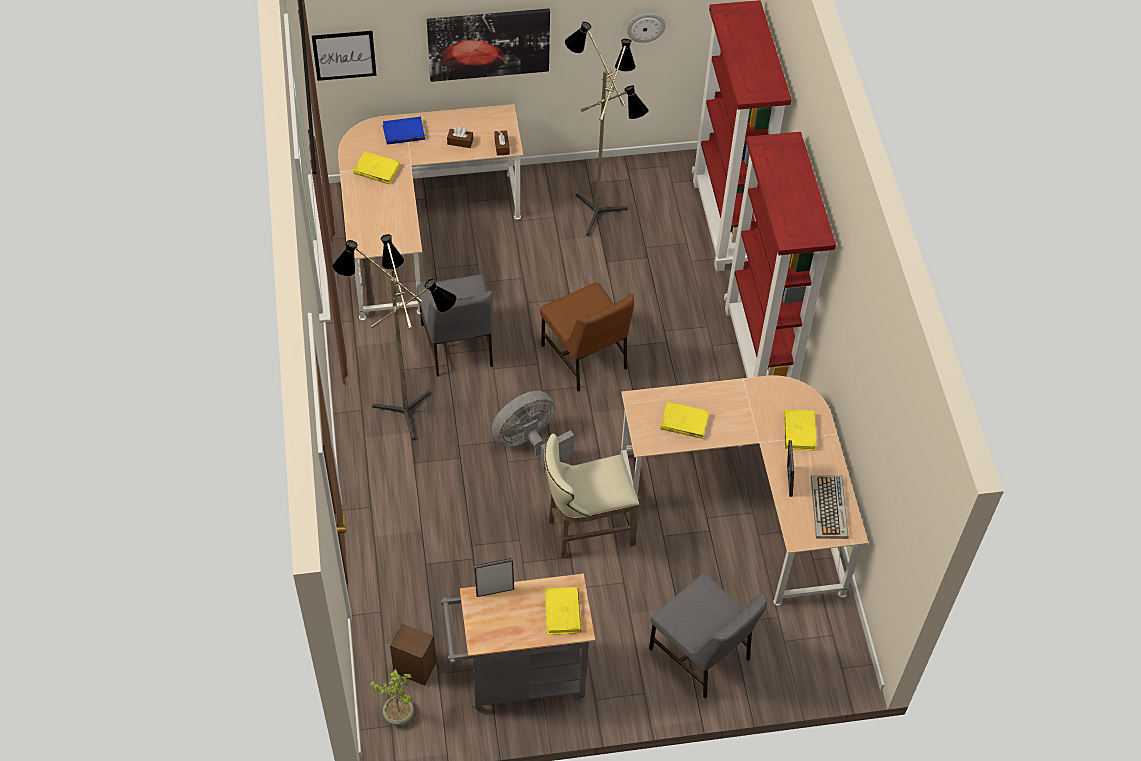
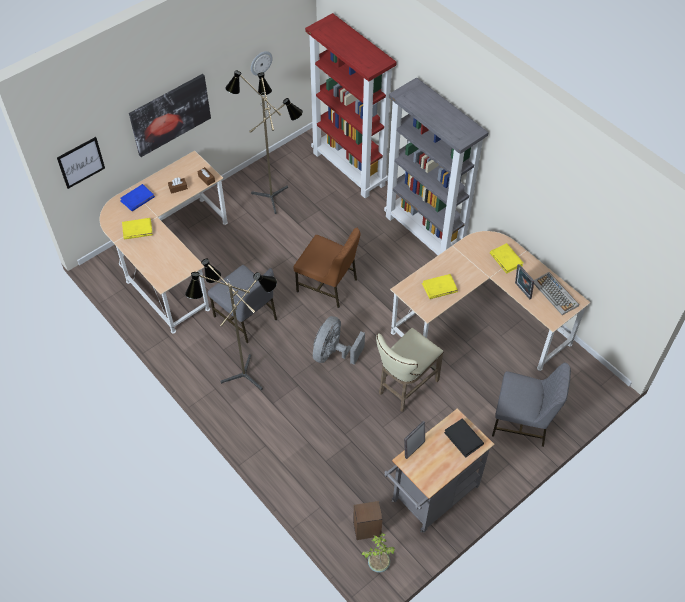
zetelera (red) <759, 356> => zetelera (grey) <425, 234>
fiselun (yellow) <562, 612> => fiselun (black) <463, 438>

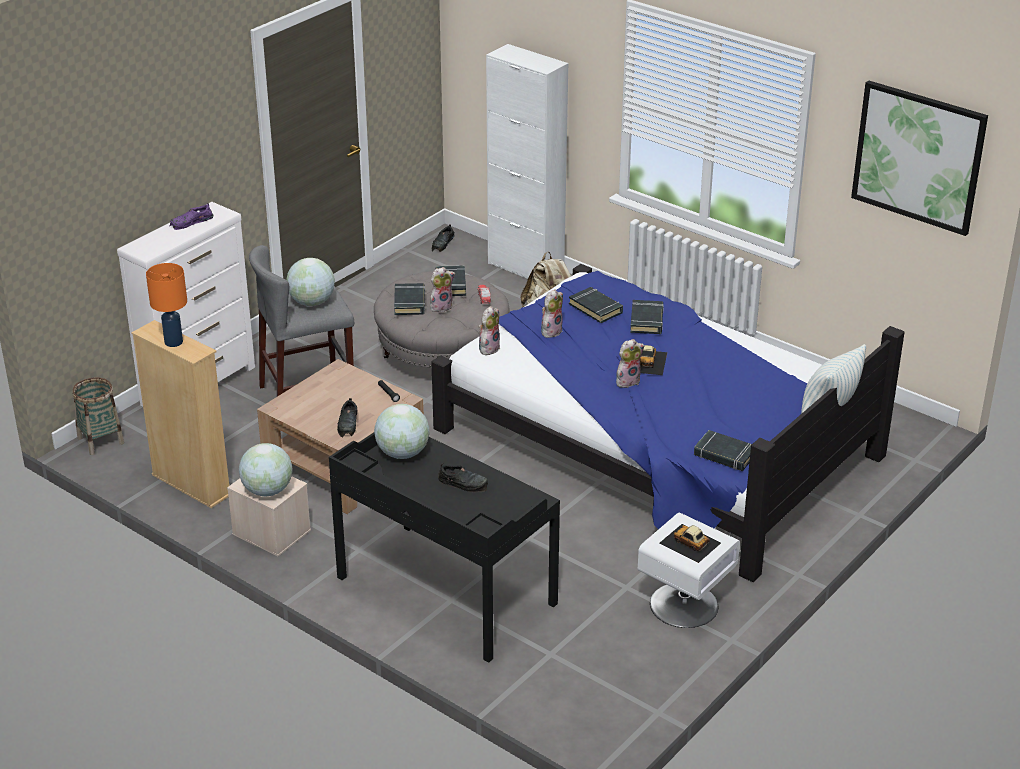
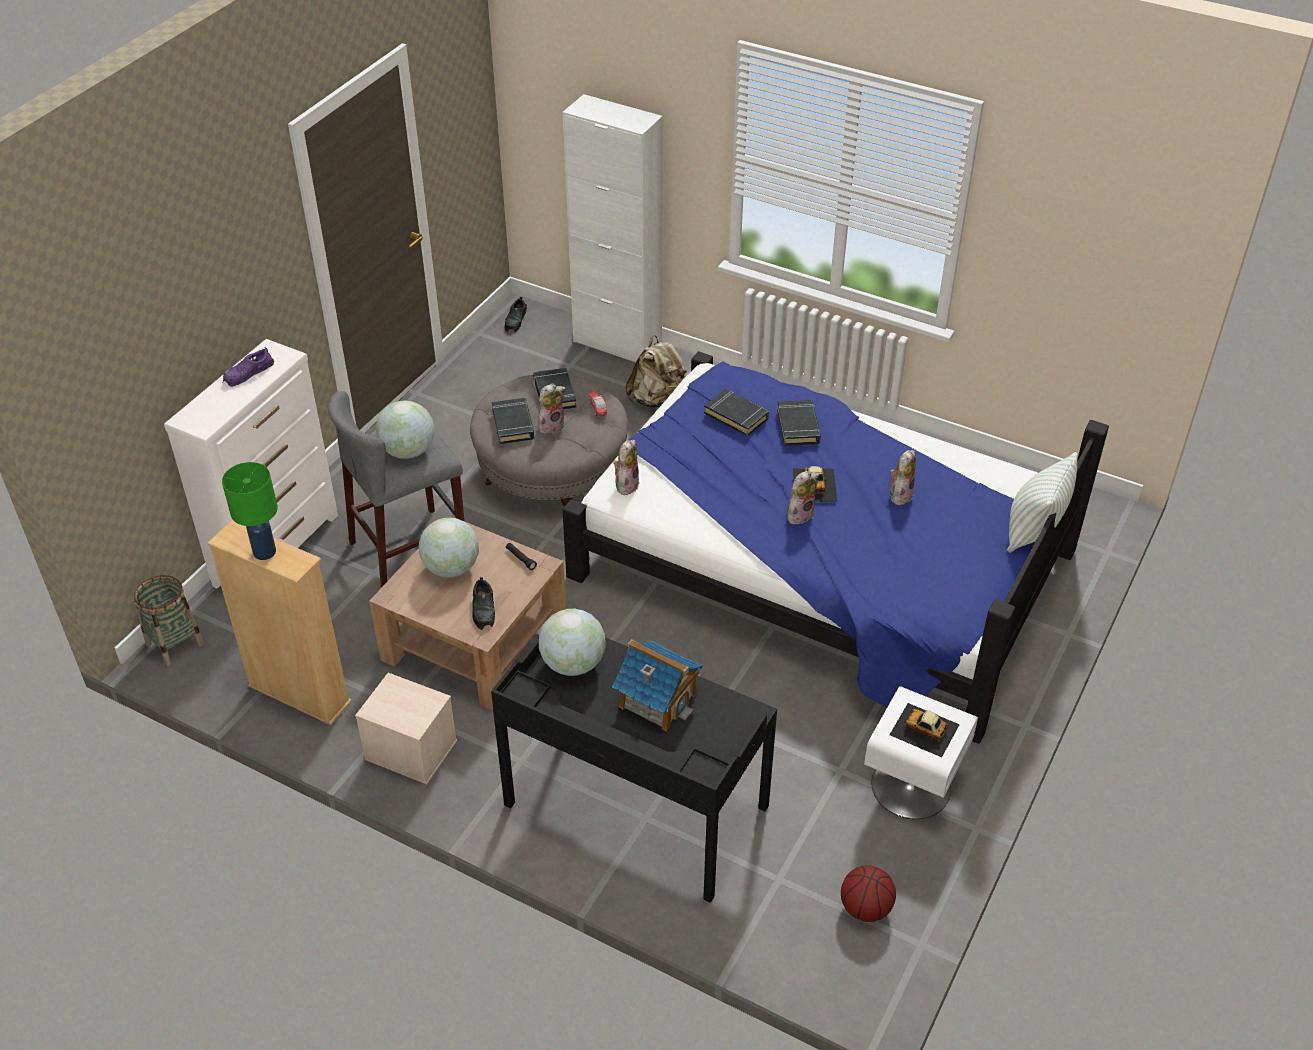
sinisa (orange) <173, 342> => sinisa (green) <264, 551>
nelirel <267, 490> => nelirel <451, 568>, moved
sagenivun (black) <463, 483> => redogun <657, 699>
nothing => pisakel <865, 908>
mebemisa <551, 331> => mebemisa <900, 494>, moved
fiselun (black) <724, 455> => nothing
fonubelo <918, 157> => nothing

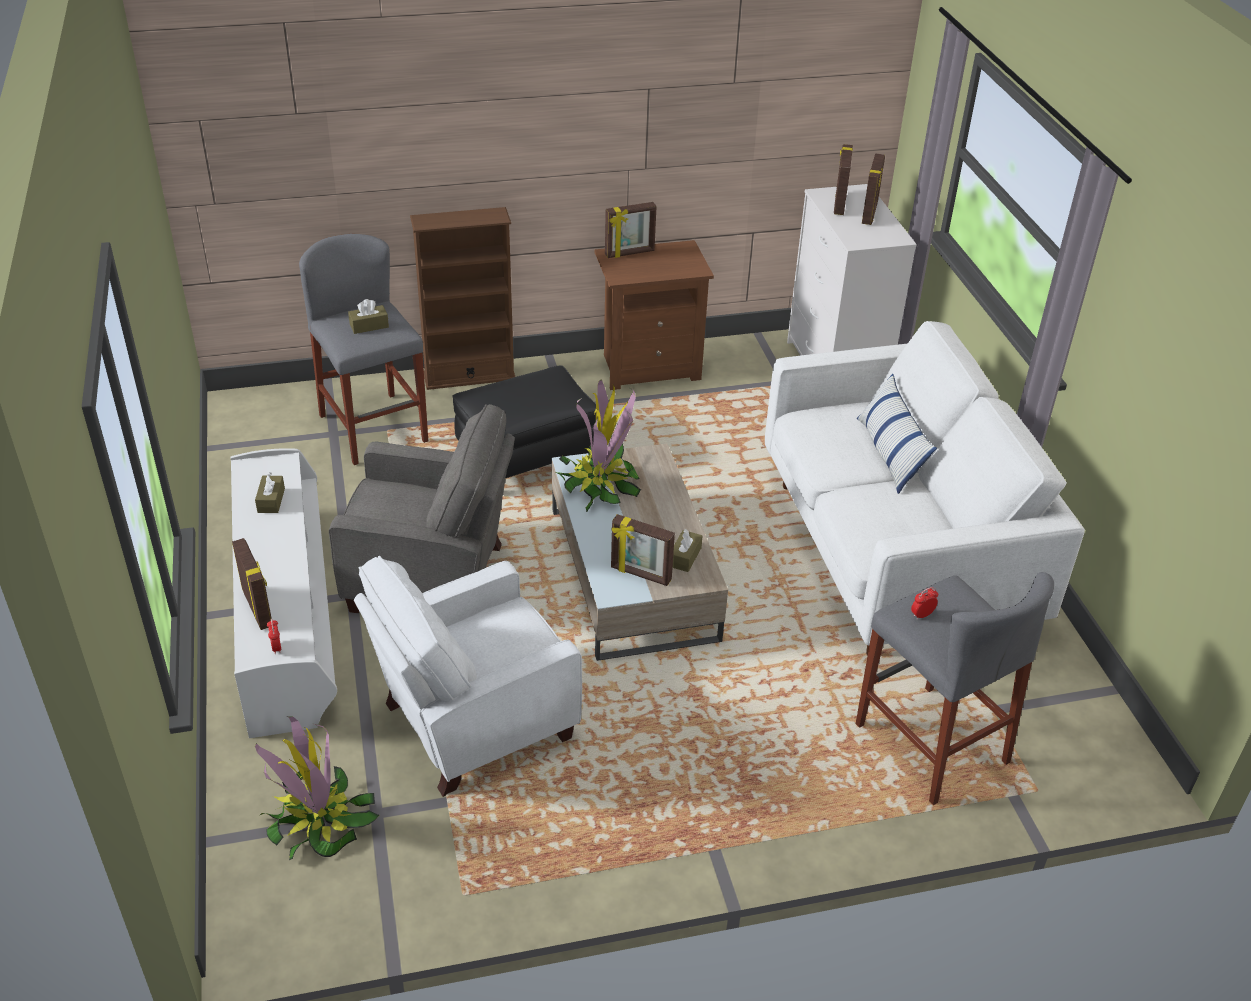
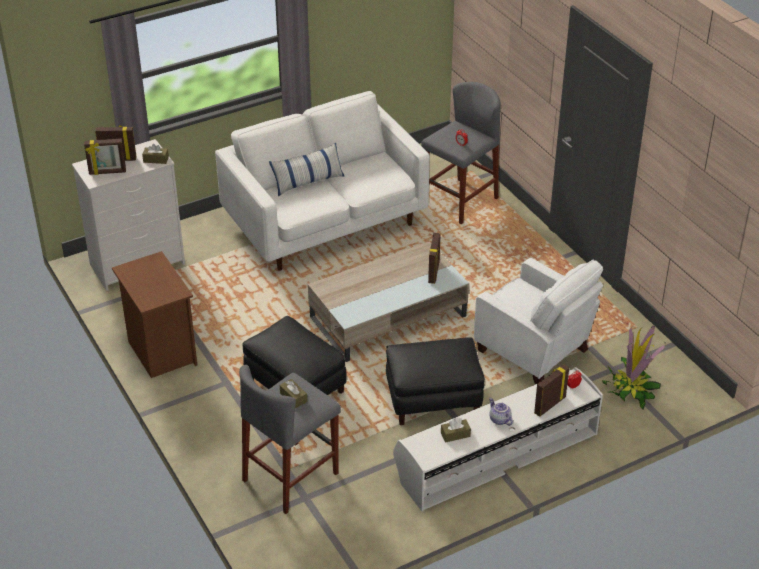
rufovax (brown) <685, 557> => rufovax (brown) <156, 159>, moved
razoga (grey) <431, 578> => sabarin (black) <434, 399>
nothing => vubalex <499, 420>
zetelera (brown) <469, 376> => nothing
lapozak <599, 484> => nothing
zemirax <630, 253> => nothing

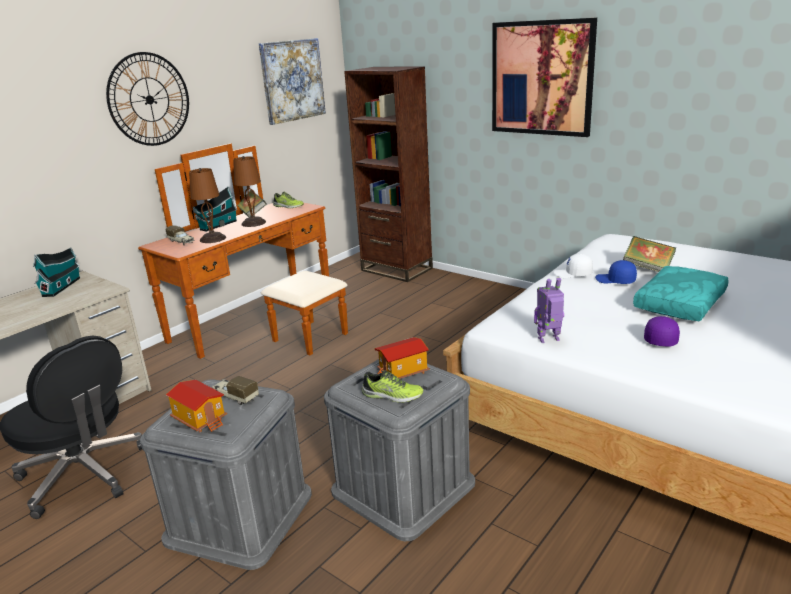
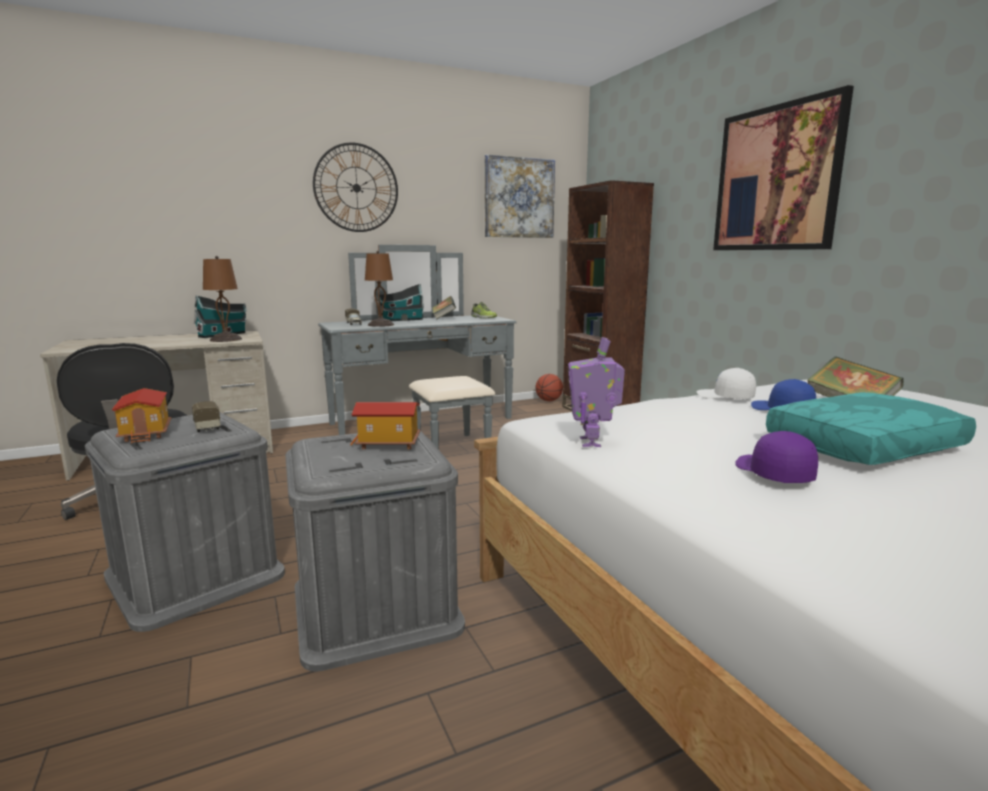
sinisa (brown) <253, 223> => sinisa (brown) <225, 339>, moved
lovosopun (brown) <266, 321> => lovosopun (grey) <429, 426>
nothing => pisakel <548, 400>
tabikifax <549, 339> => tabikifax <592, 442>, 105 degrees counterclockwise
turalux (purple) <660, 338> => turalux (purple) <772, 473>, 60 degrees counterclockwise
sagenivun <392, 395> => nothing

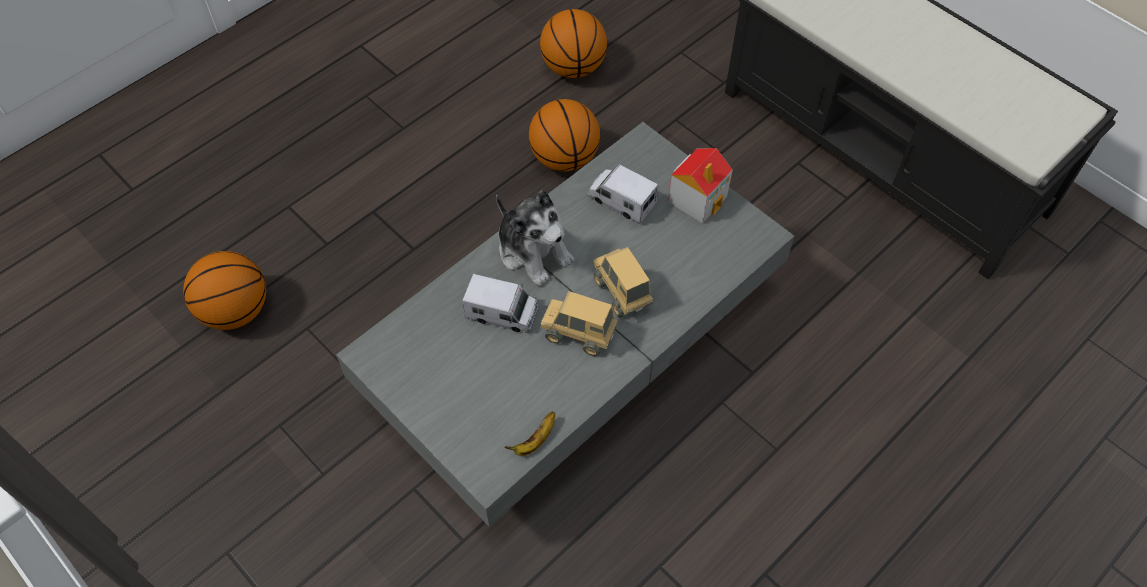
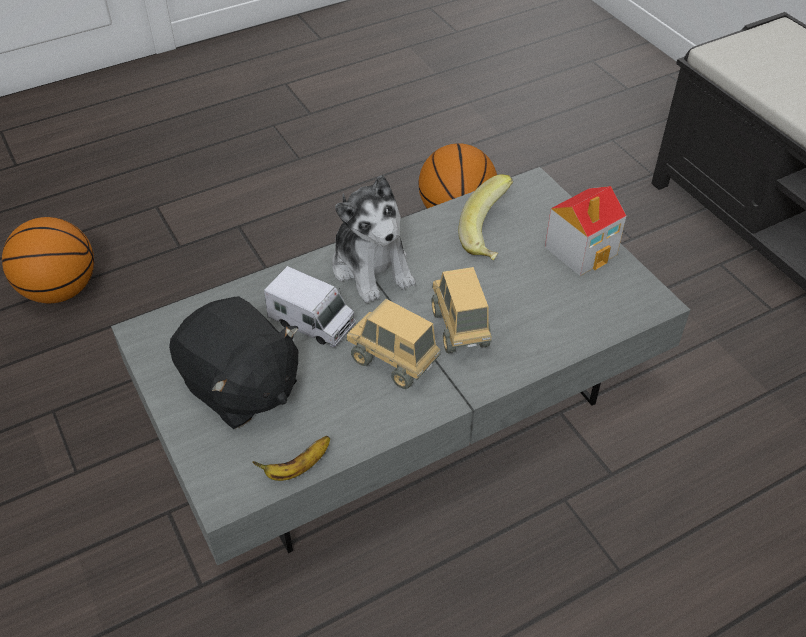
nothing => mebemisa (black) <240, 388>
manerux <622, 201> => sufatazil <491, 237>
pisakel <573, 67> => nothing

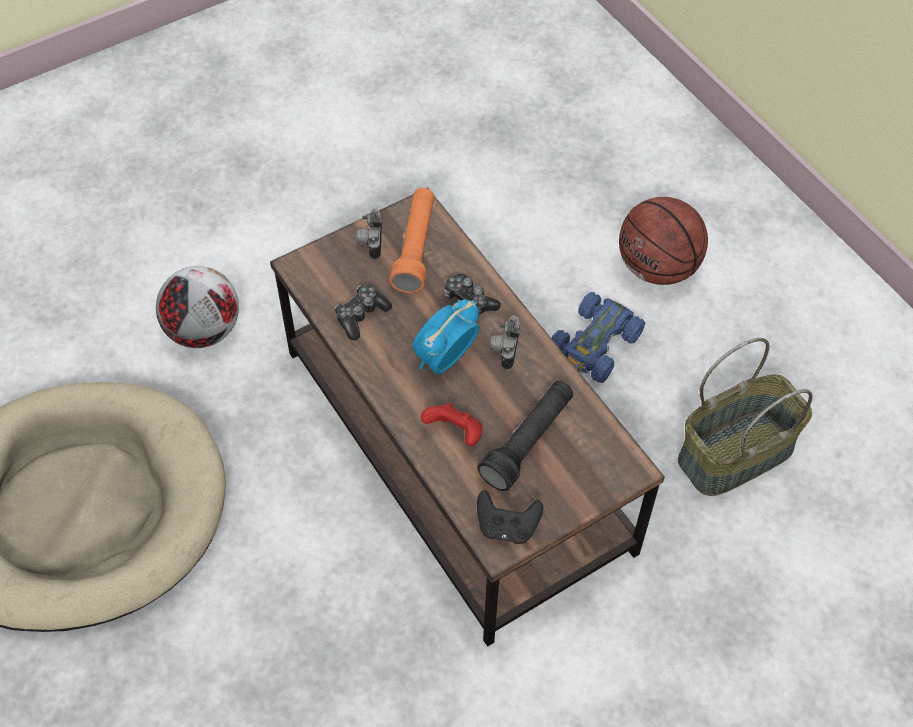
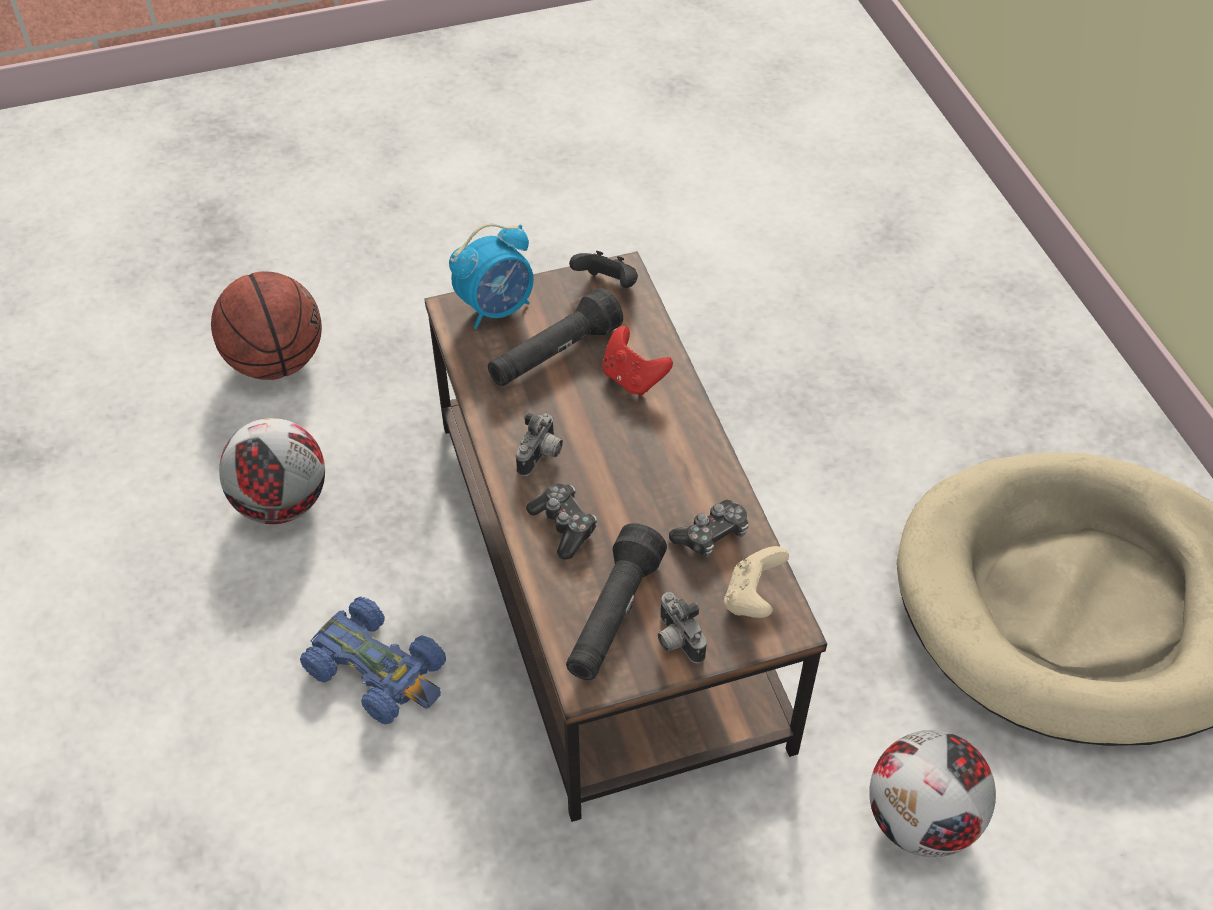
pisakel <657, 268> => pisakel <276, 361>, moved
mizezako <735, 452> => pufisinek <280, 503>
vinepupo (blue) <594, 346> => vinepupo (blue) <378, 669>, 75 degrees clockwise
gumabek <444, 359> => gumabek <497, 308>, moved
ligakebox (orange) <415, 248> => ligakebox (black) <613, 616>
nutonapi <370, 242> => nutonapi <675, 640>, 135 degrees clockwise
nothing => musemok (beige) <752, 598>

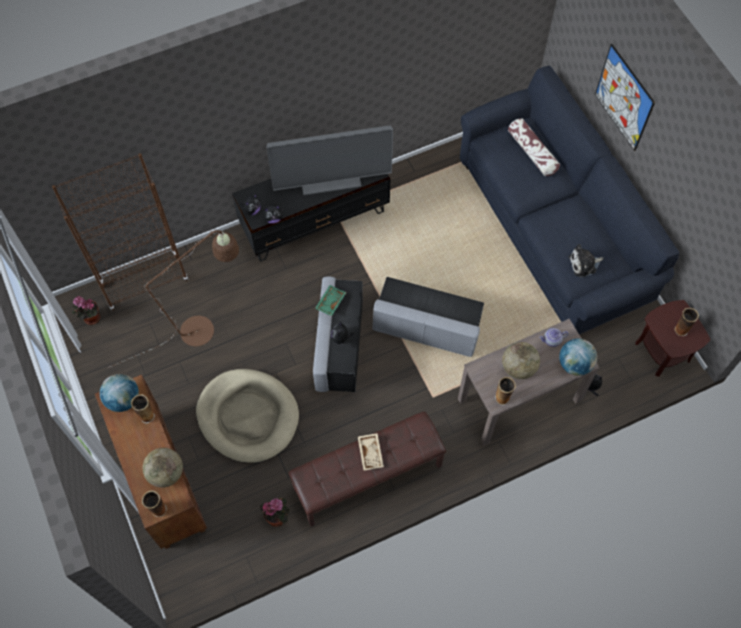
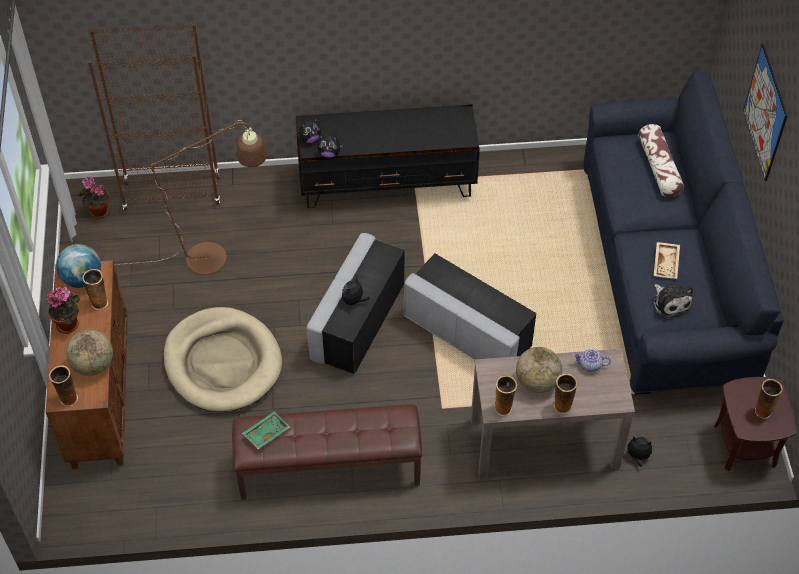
lapozak <278, 516> => lapozak <69, 324>, moved
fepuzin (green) <330, 302> => fepuzin (green) <266, 432>, moved
nothing => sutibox <562, 407>
mebemisa <584, 264> => mebemisa <670, 302>, 120 degrees counterclockwise
fepuzin (beige) <371, 453> => fepuzin (beige) <666, 264>, moved
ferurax <331, 179> => nothing
nelirel <574, 364> => nothing

